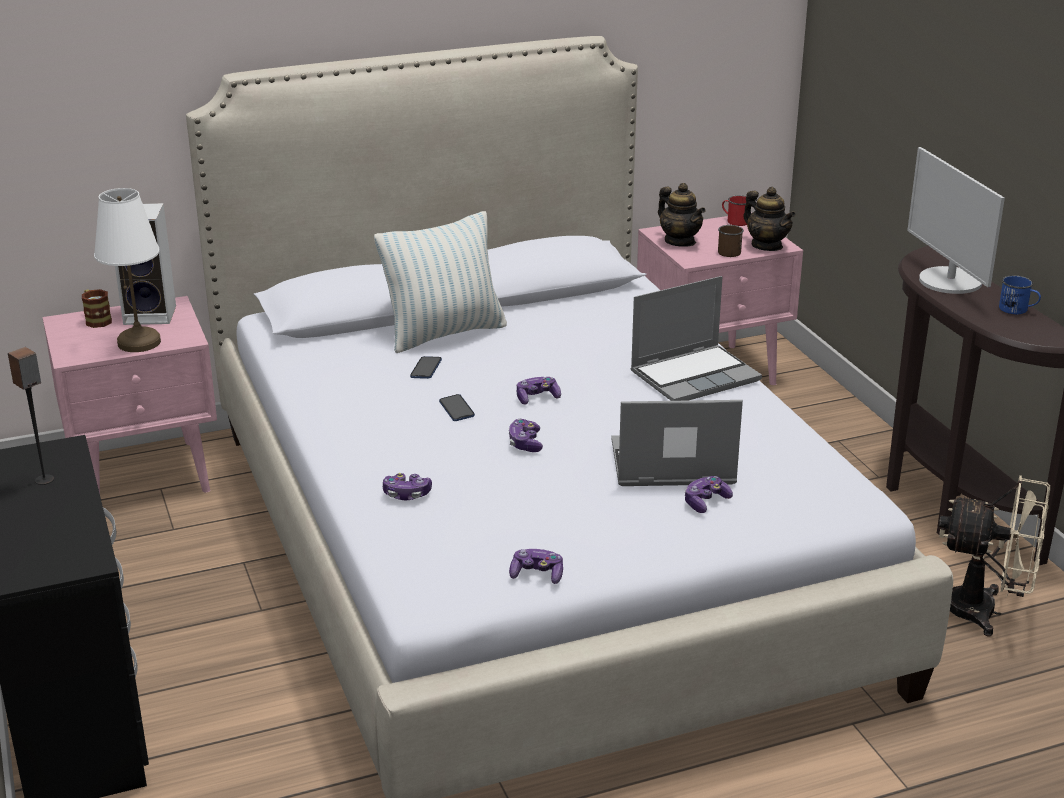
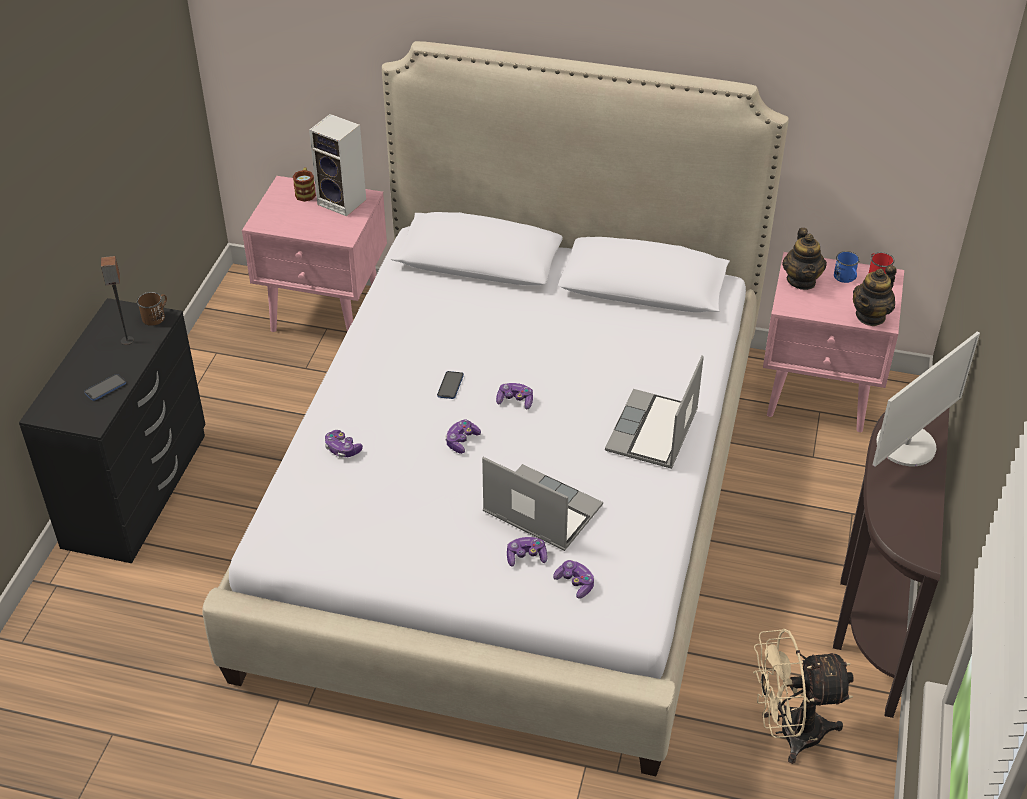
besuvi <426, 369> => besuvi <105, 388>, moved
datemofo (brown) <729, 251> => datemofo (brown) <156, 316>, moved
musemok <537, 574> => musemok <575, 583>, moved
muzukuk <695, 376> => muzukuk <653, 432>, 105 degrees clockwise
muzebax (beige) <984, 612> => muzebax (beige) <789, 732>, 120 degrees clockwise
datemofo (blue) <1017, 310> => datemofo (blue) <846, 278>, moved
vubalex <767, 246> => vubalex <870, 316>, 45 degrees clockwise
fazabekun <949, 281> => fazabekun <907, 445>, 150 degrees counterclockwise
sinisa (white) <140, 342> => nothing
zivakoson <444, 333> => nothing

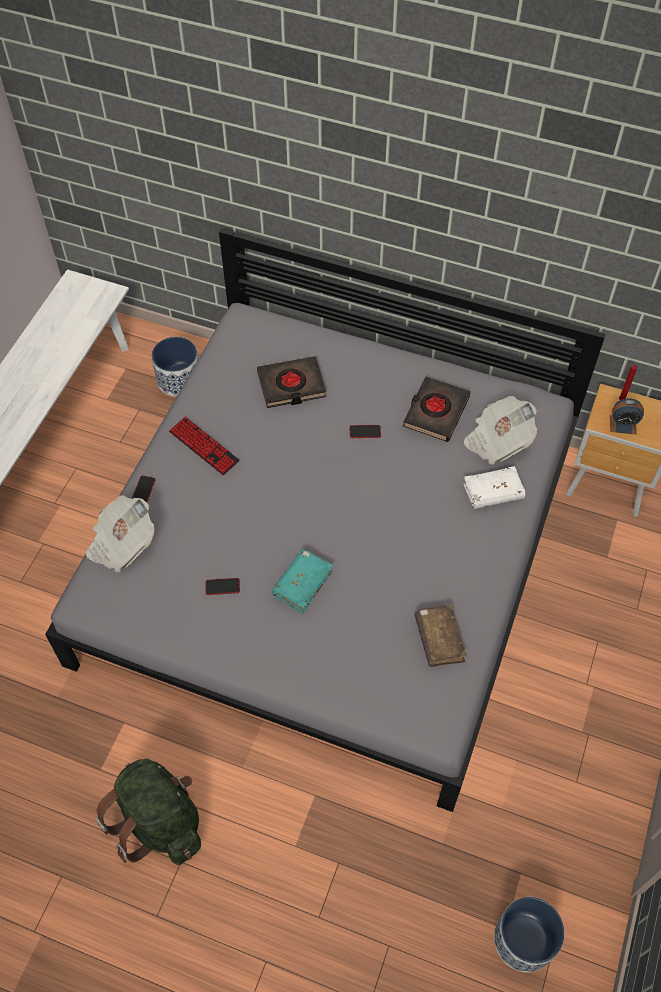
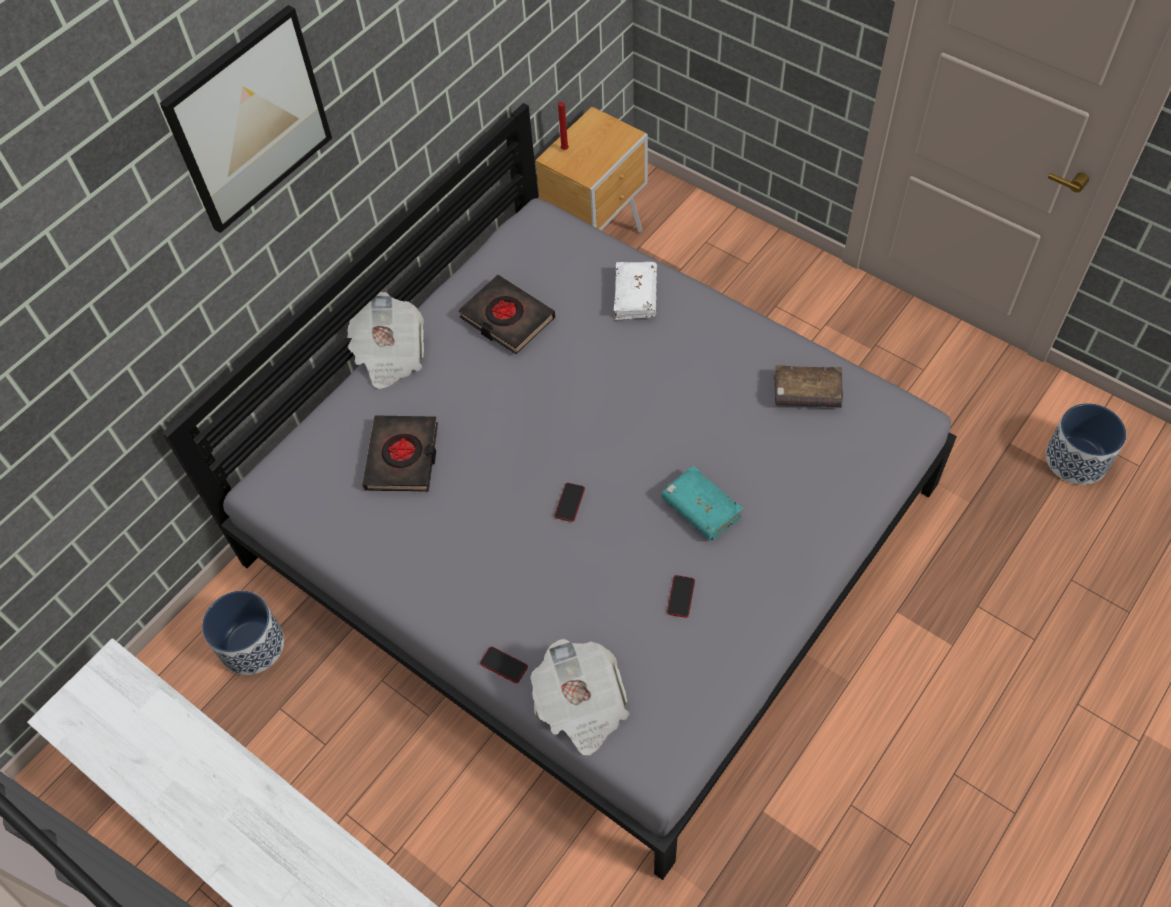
nothing => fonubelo <250, 120>
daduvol <497, 440> => daduvol <389, 355>, moved
besuvi <365, 432> => besuvi <569, 502>, moved
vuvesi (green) <159, 821> => nothing
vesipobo <204, 446> => nothing
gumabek <623, 424> => nothing

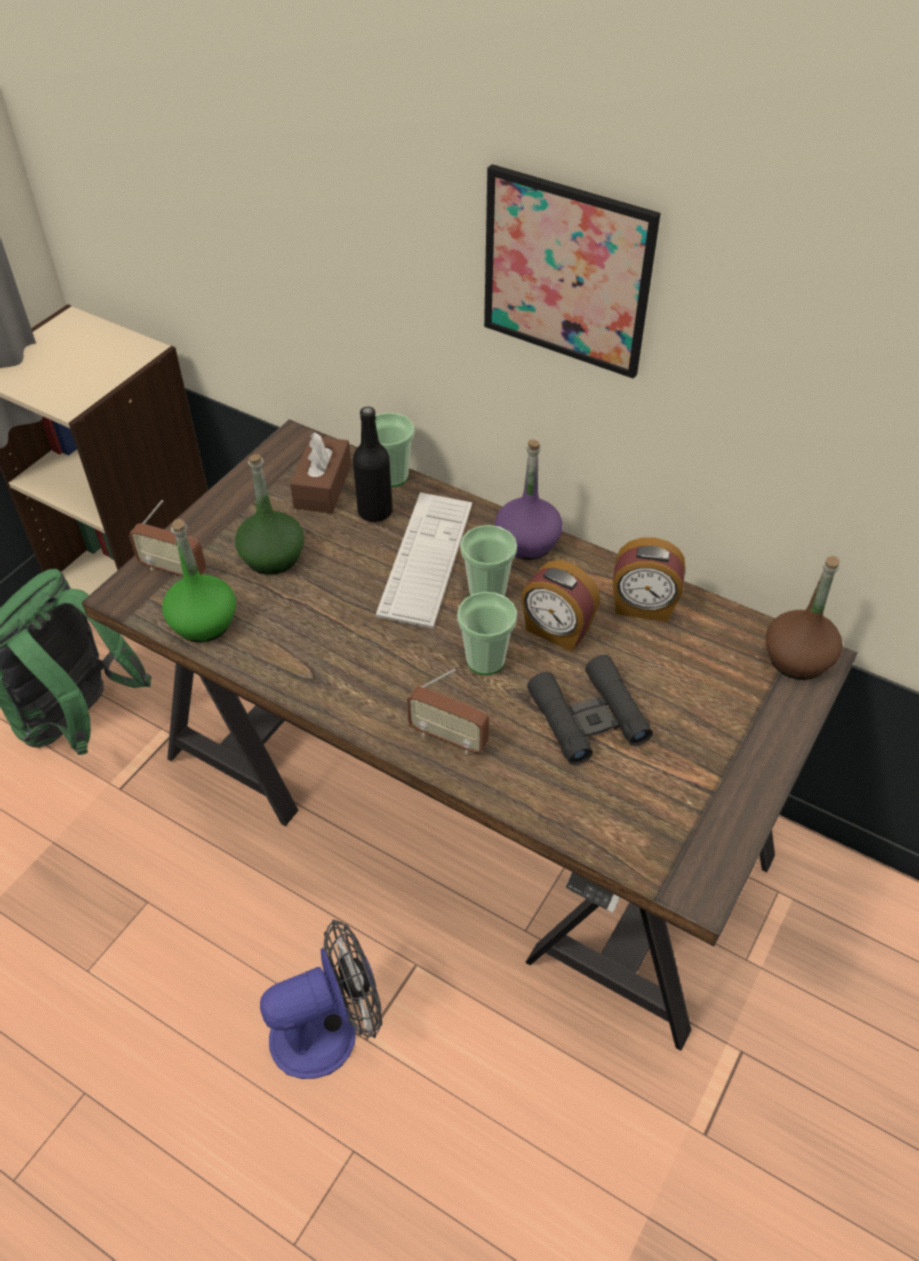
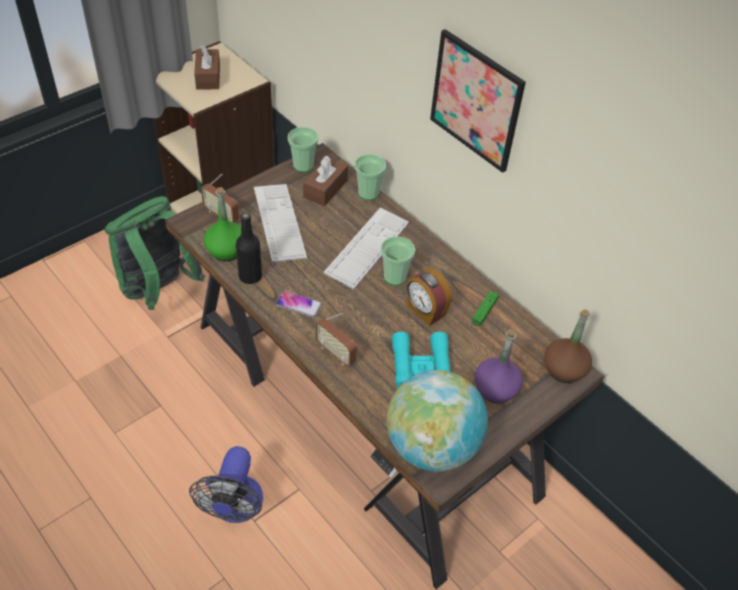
muzebax <329, 1029> => muzebax <235, 508>, 105 degrees clockwise
nothing => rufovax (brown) <208, 77>
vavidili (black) <375, 512> => vavidili (black) <250, 276>, moved
vavidili (green) <272, 557> => vesipobo <279, 223>
nothing => besuvi <298, 304>
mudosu <485, 660> => mudosu <303, 165>, moved
nothing => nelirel <431, 446>
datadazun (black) <588, 718> => datadazun (turquoise) <421, 366>
gumabek <643, 607> => musemok (green) <484, 311>
vavidili (purple) <527, 542> => vavidili (purple) <496, 388>, moved

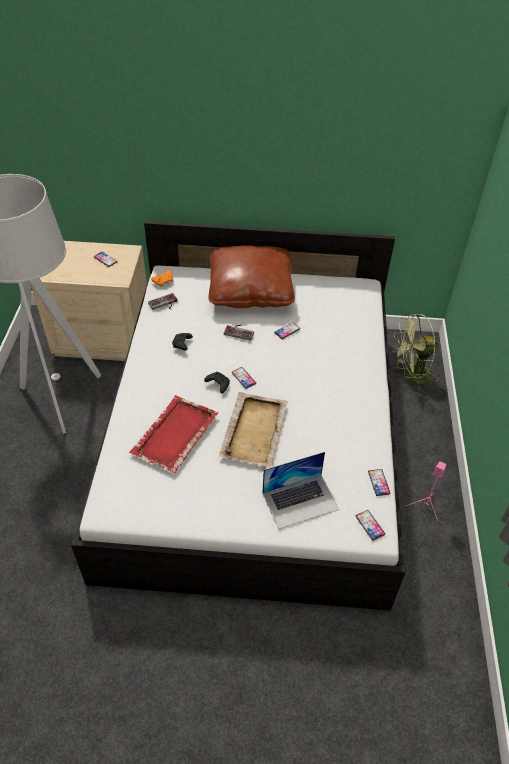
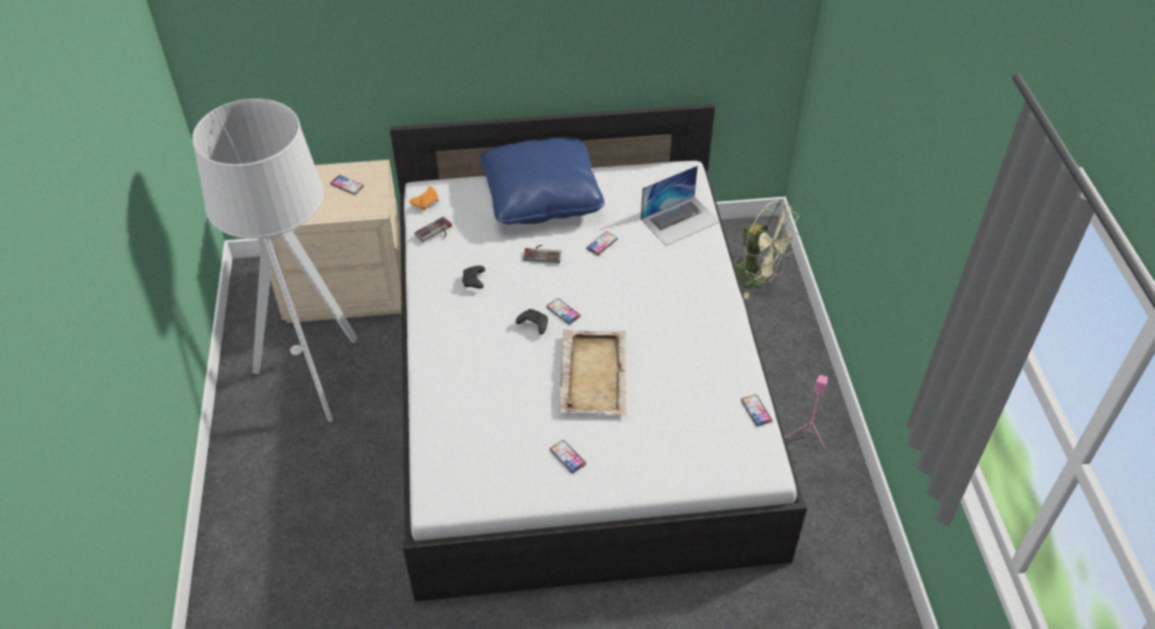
zivakoson (brown) <250, 289> => zivakoson (blue) <541, 197>
besuvi <370, 525> => besuvi <567, 457>, moved
muzukuk <300, 501> => muzukuk <680, 220>, moved
muzebax (green) <411, 377> => muzebax (green) <758, 278>, 120 degrees counterclockwise
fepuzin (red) <174, 435> => nothing

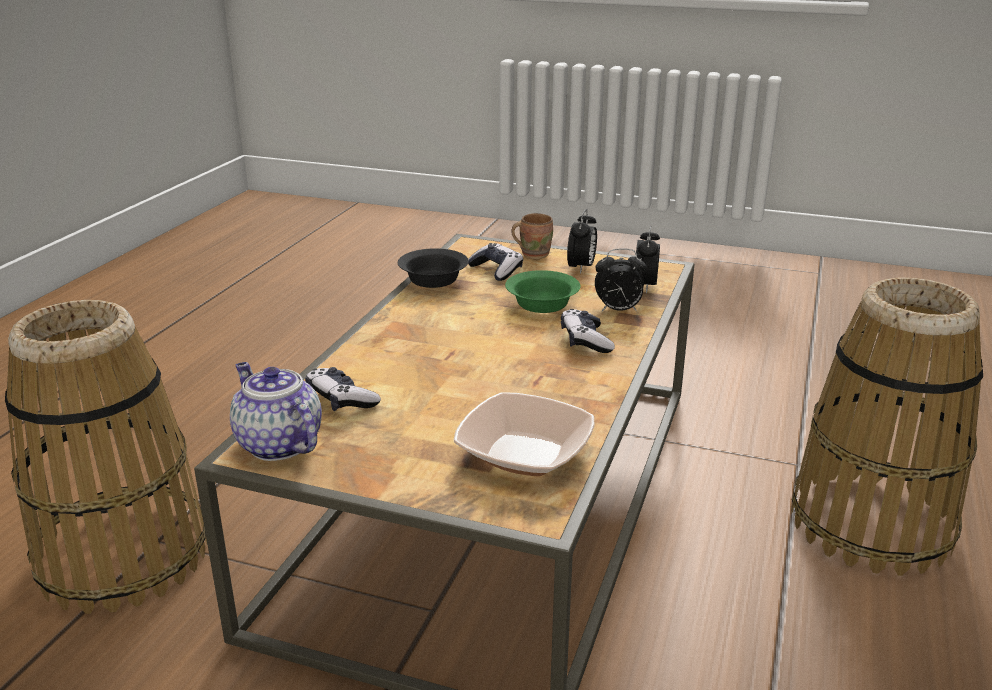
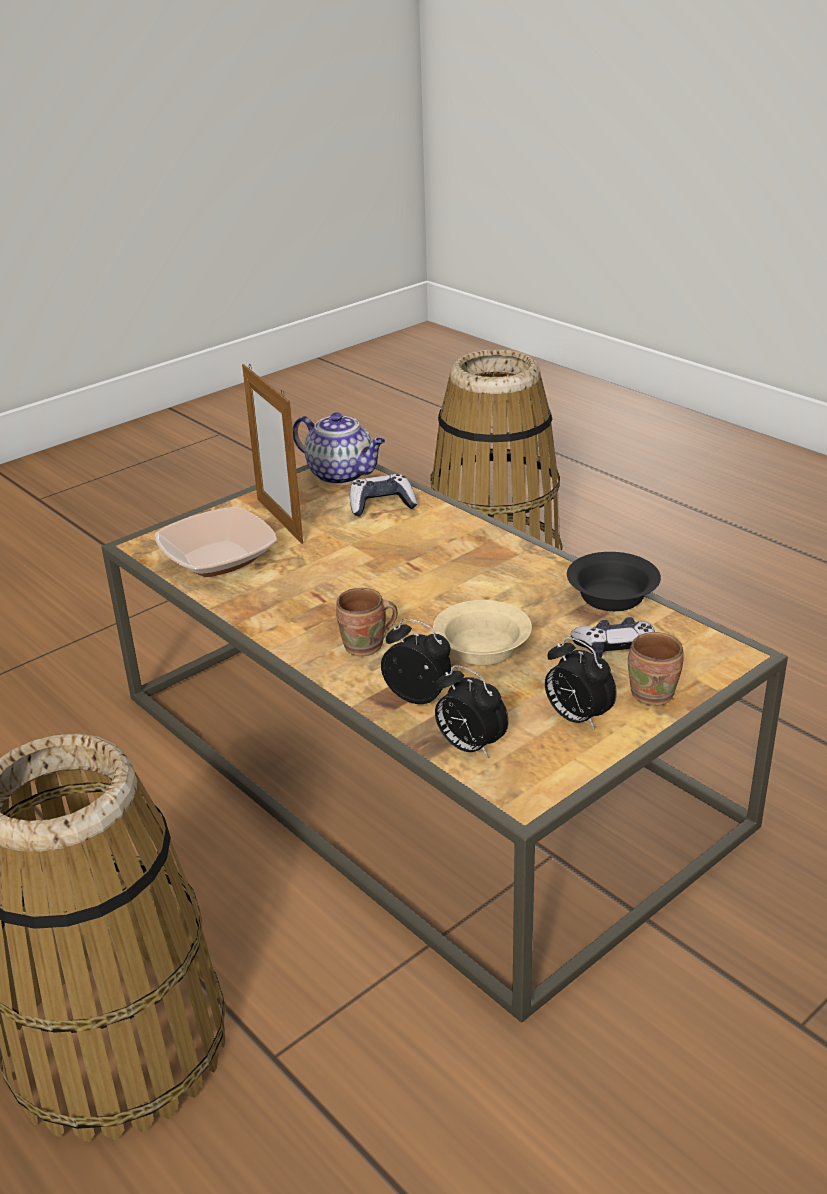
nothing => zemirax <279, 520>
vubalex <277, 444> => vubalex <342, 475>, 45 degrees clockwise
musemok <585, 341> => datemofo (brown) <366, 647>
gumabek <618, 310> => gumabek <419, 697>, 90 degrees clockwise
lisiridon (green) <540, 304> => lisiridon (beige) <483, 648>

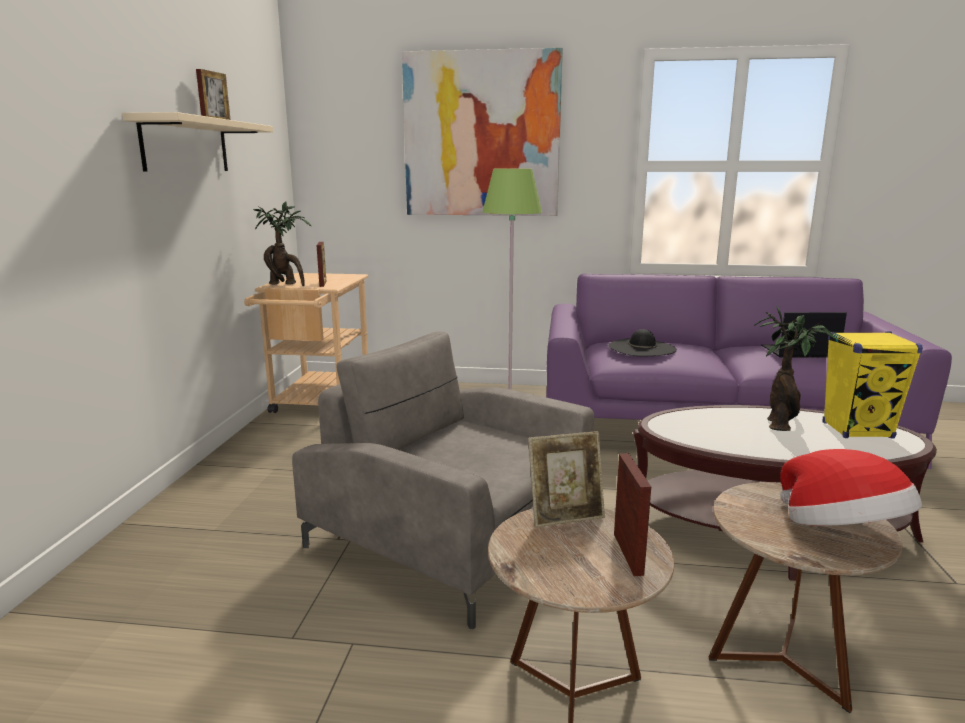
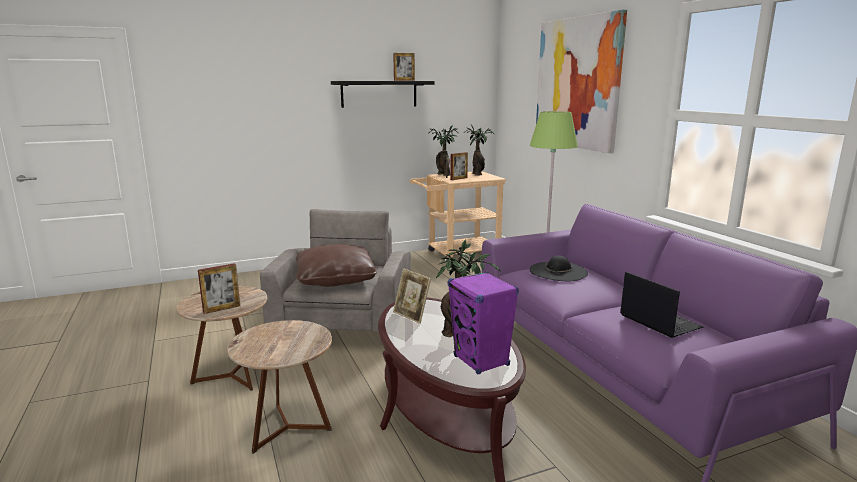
nothing => zivakoson (brown) <335, 279>
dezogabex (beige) <186, 146> => dezogabex (black) <379, 94>
zemirax <565, 516> => zemirax <411, 316>, moved
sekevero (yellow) <857, 430> => sekevero (purple) <481, 361>
nothing => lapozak <477, 174>
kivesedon <841, 532> => nothing

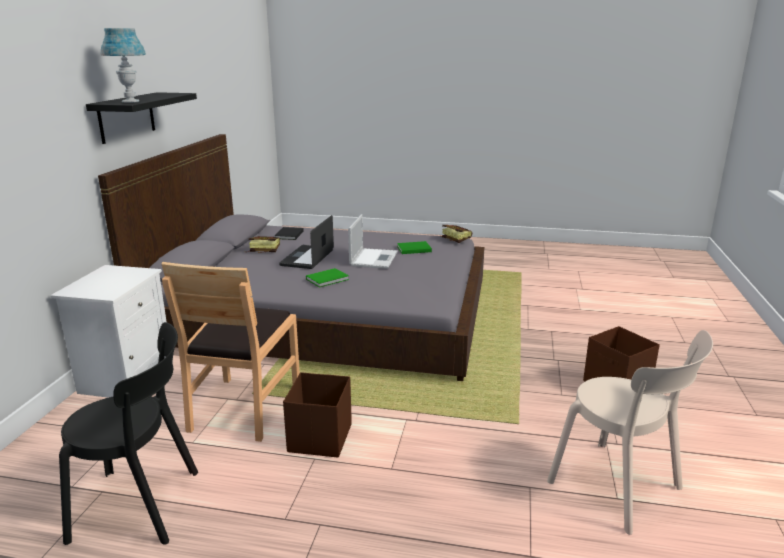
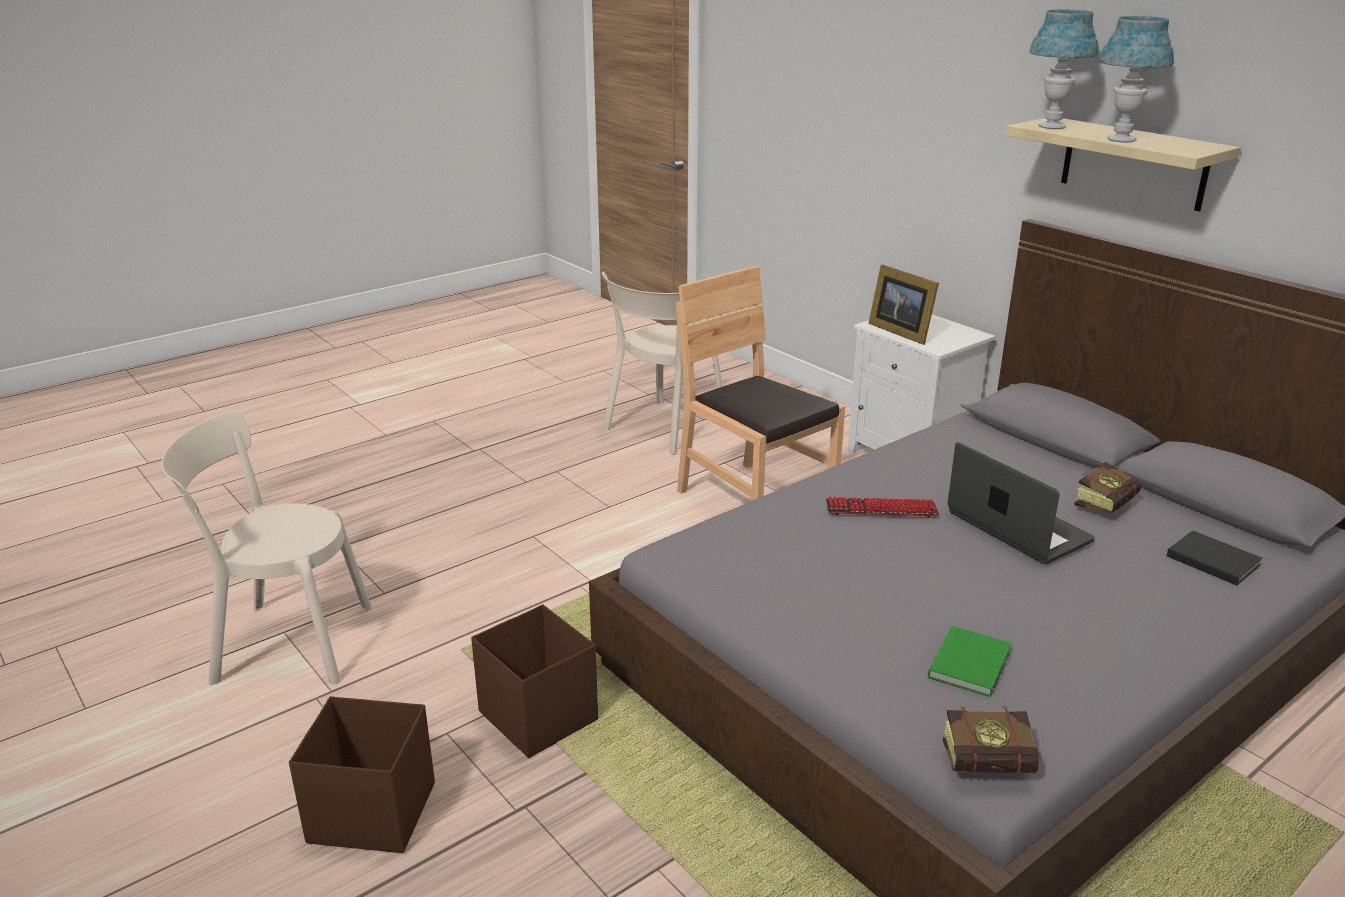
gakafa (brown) <319, 439> => gakafa (brown) <538, 715>, moved
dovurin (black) <142, 505> => dovurin (beige) <661, 428>
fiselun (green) <328, 279> => vesipobo <881, 509>
nothing => zemirax <900, 331>
dezogabex (black) <126, 117> => dezogabex (beige) <1134, 163>
nothing => sinisa (blue) <1121, 140>
muzukuk <374, 258> => nothing

